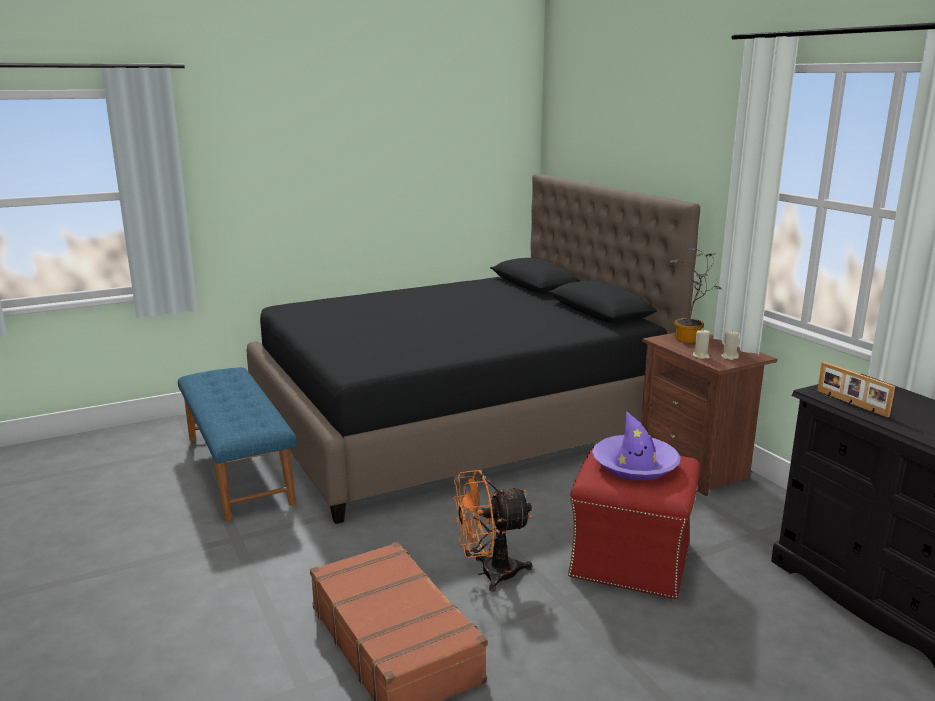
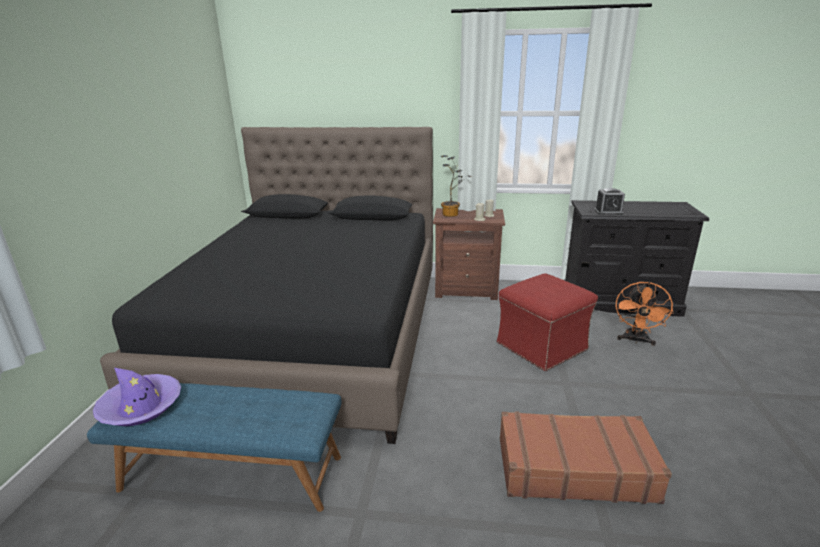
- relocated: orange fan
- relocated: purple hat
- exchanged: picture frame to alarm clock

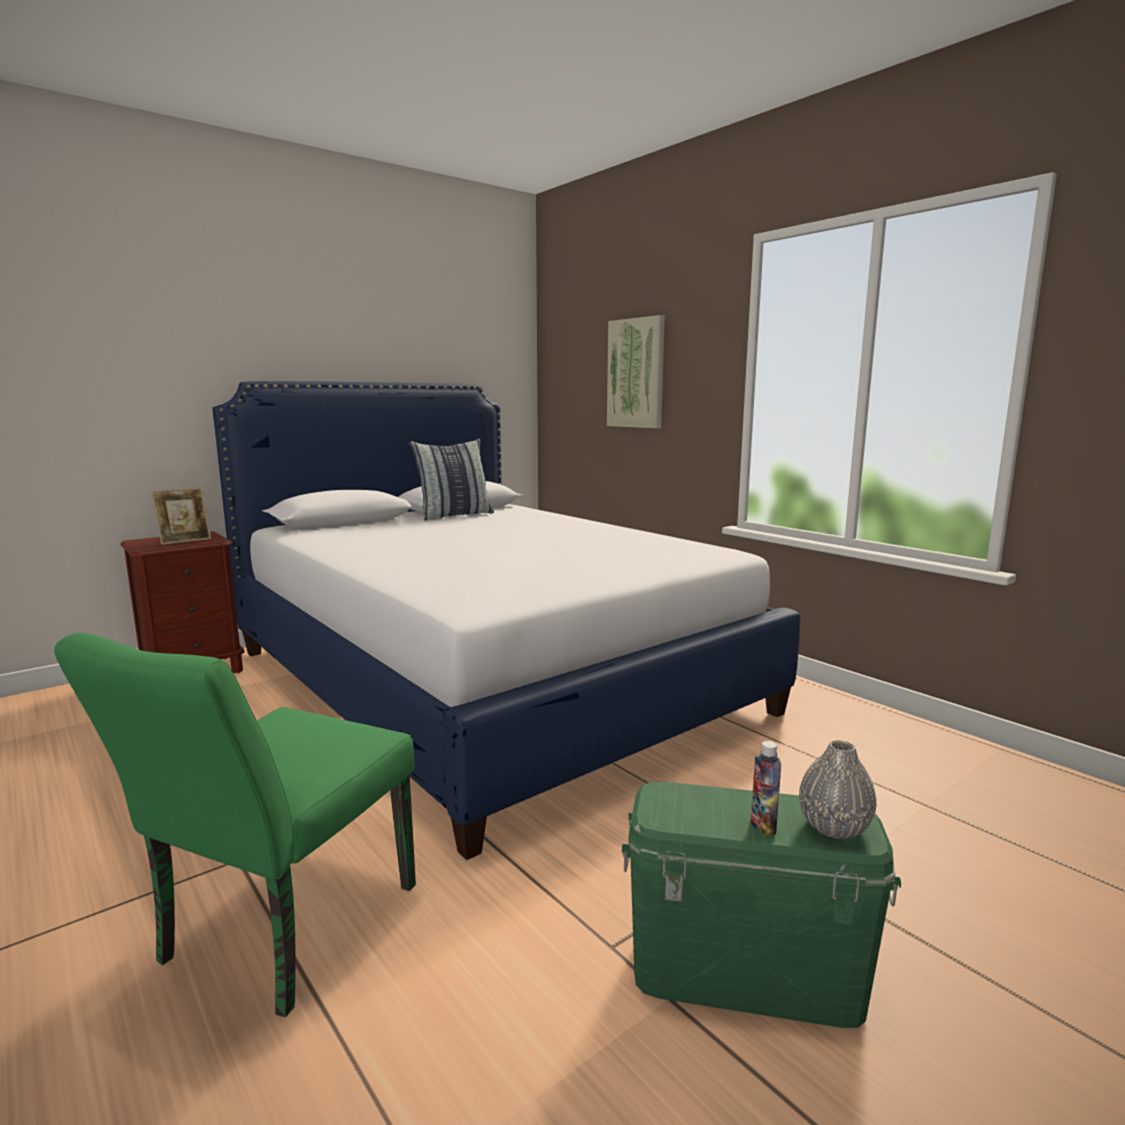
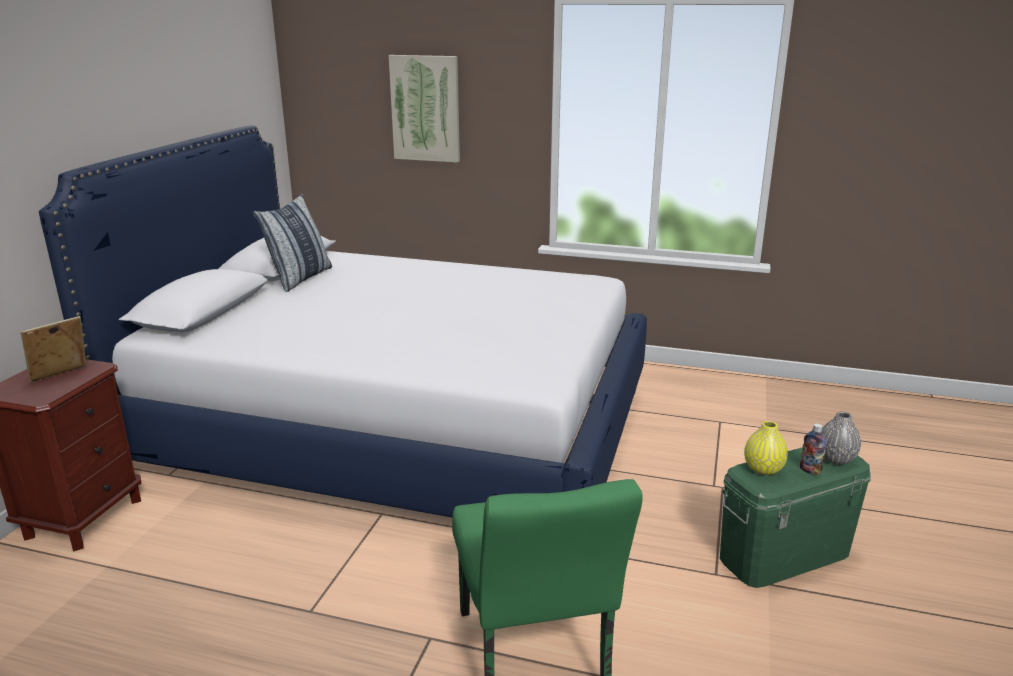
- appeared: yellow vase
- spun: picture frame 150 degrees counterclockwise

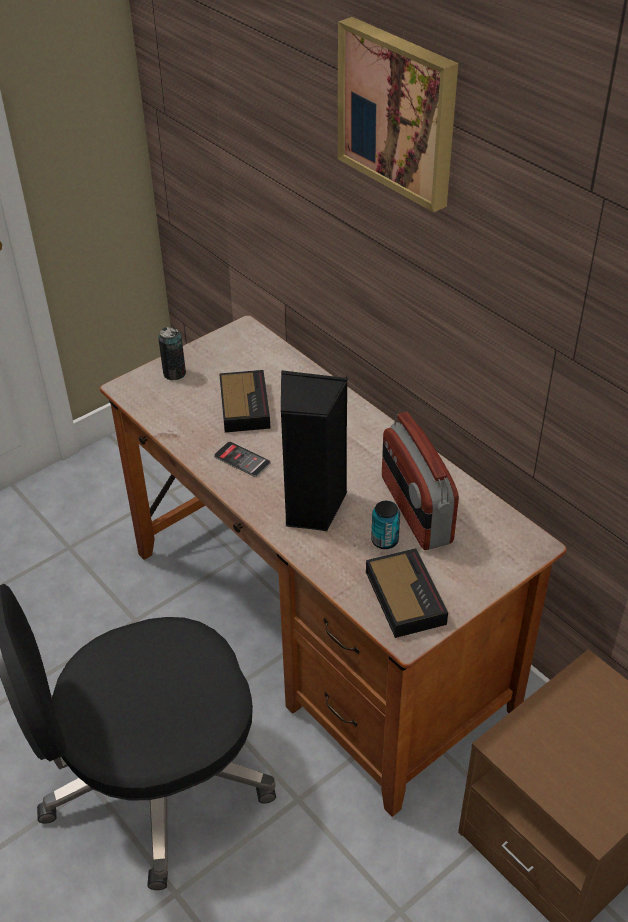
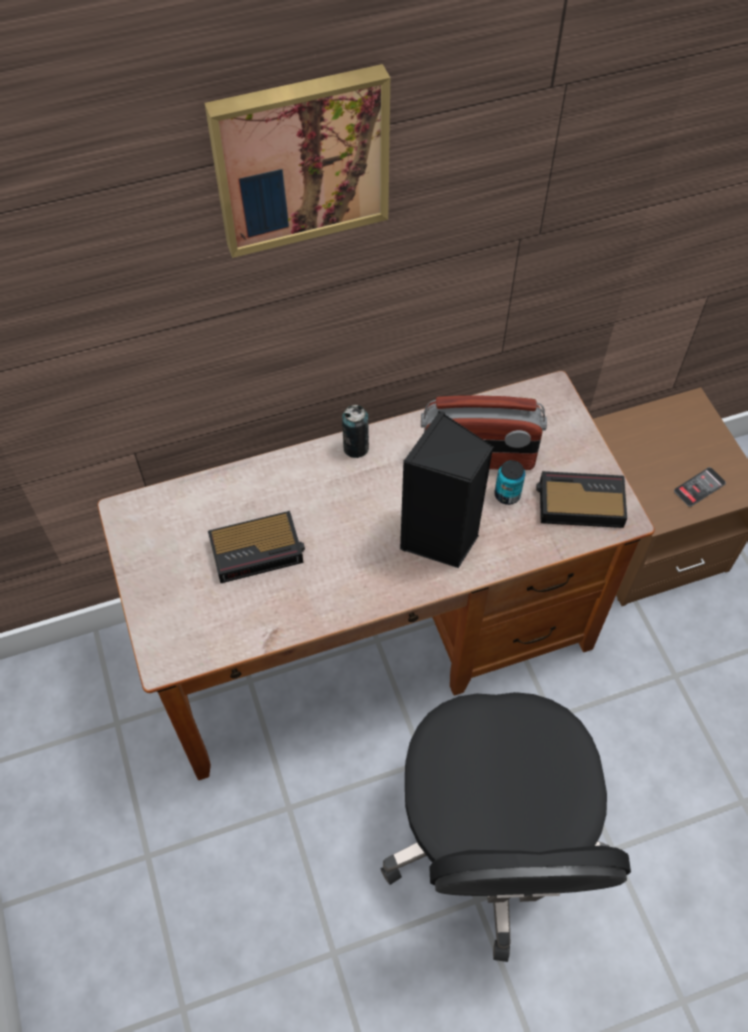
- relocated: can (no. 1 from left)
- relocated: phone
- spun: alarm clock (no. 1 from left) 150 degrees clockwise

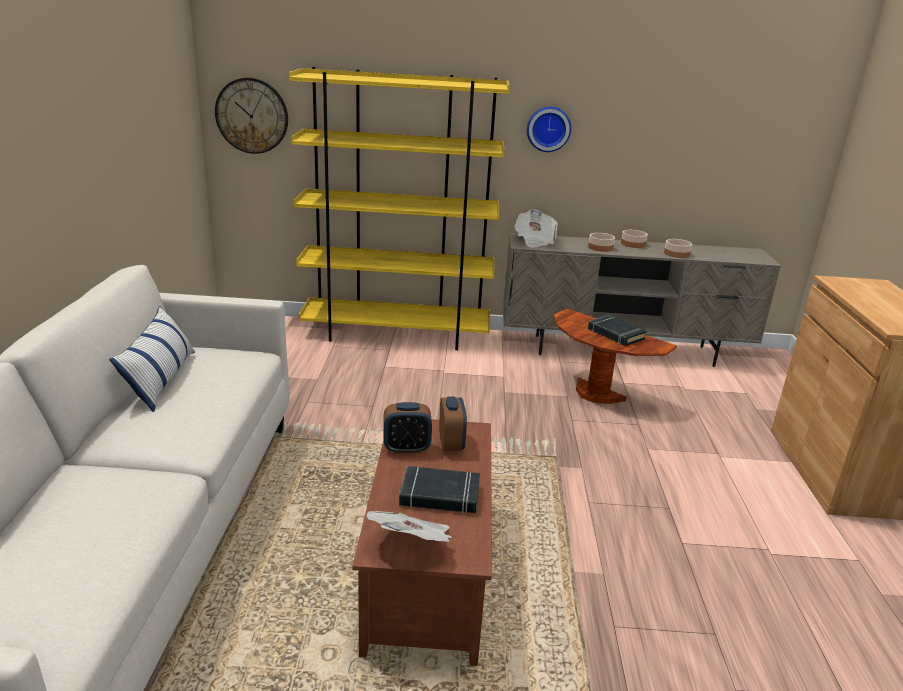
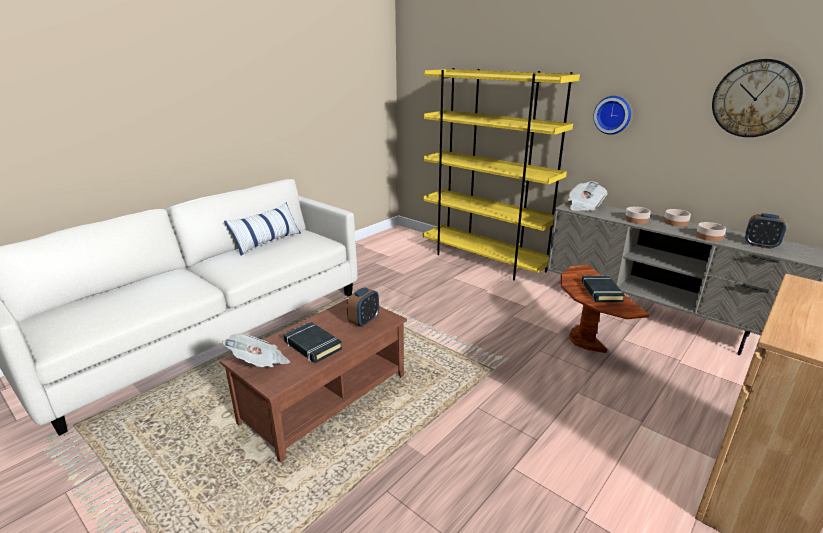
- relocated: wall clock (no. 1 from left in the first image) to wall clock (no. 2 from left)
- relocated: alarm clock (no. 1 from left in the first image) to alarm clock (no. 2 from left)

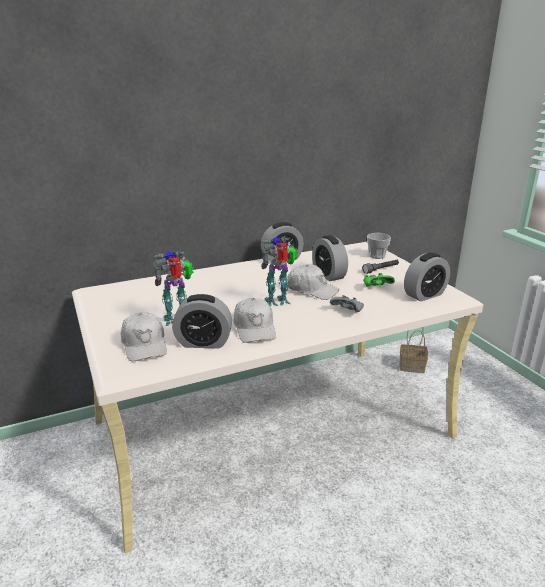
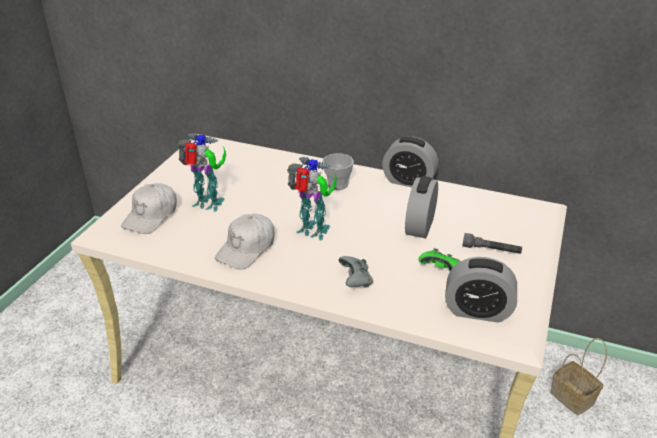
- missing: alarm clock (no. 1 from left)
- missing: white cap (no. 3 from left)
- relocated: cup

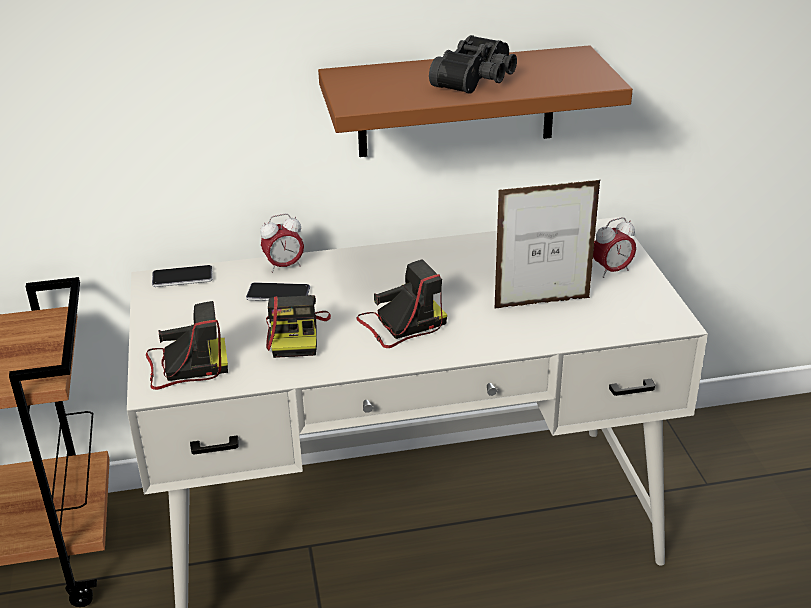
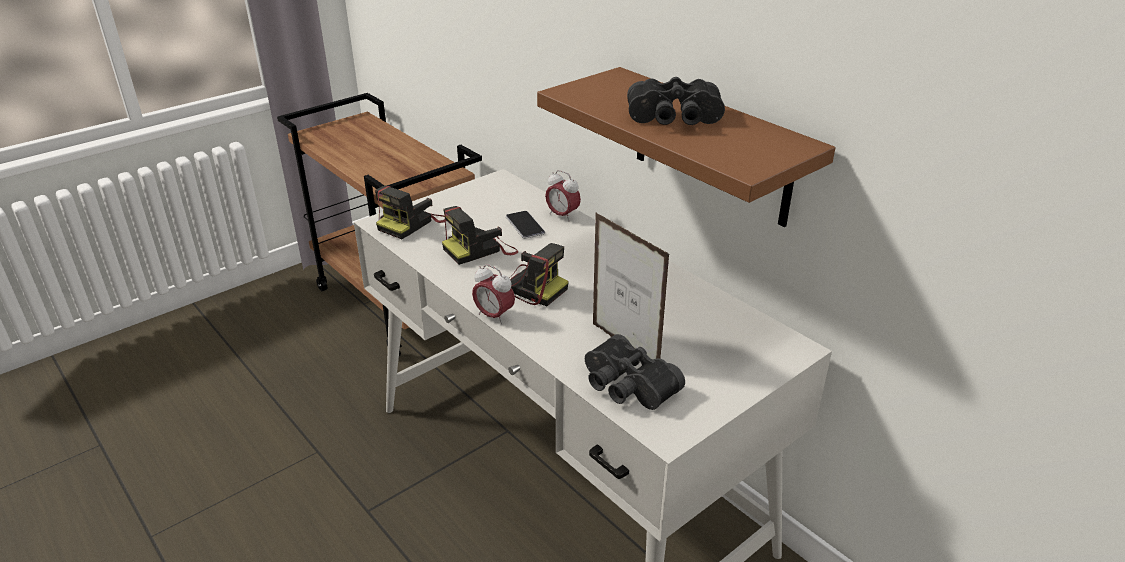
- missing: phone (no. 1 from left)
- appeared: black binoculars (no. 1 from left)
- relocated: alarm clock (no. 2 from left in the first image) to alarm clock (no. 1 from left)
- spun: photo camera (no. 1 from left) 75 degrees clockwise

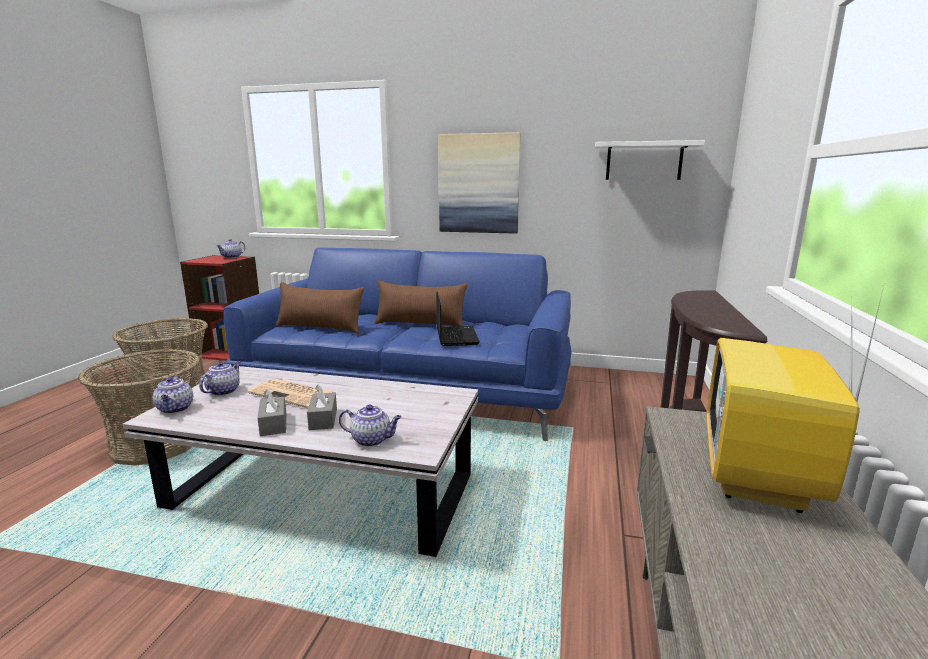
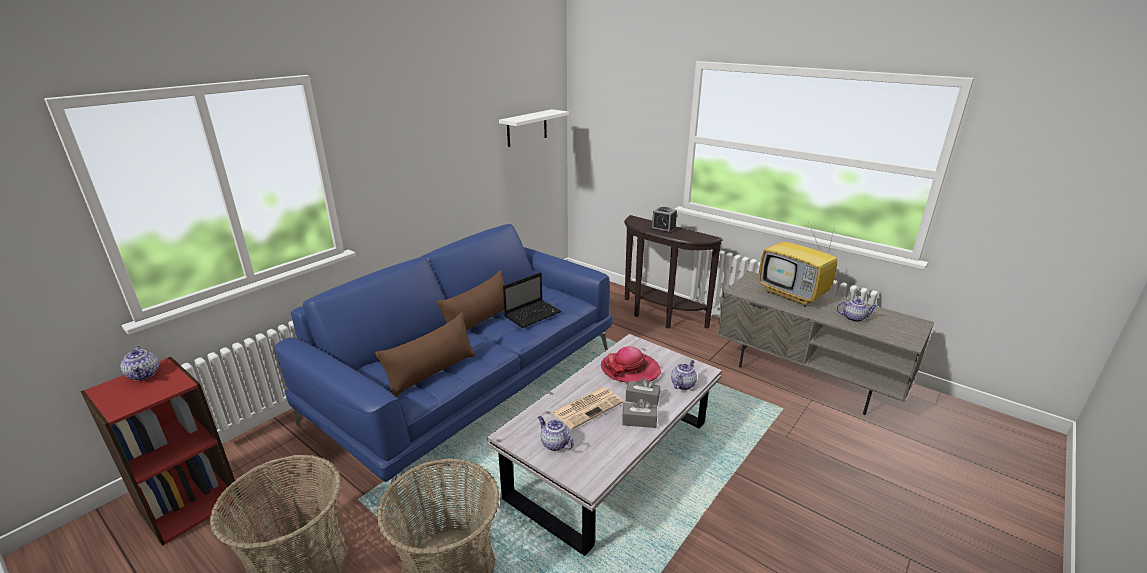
- missing: picture
- appeared: hat
- appeared: alarm clock
- relocated: teapot (no. 1 from left in the first image) to teapot (no. 4 from left)
- spun: laptop 120 degrees clockwise

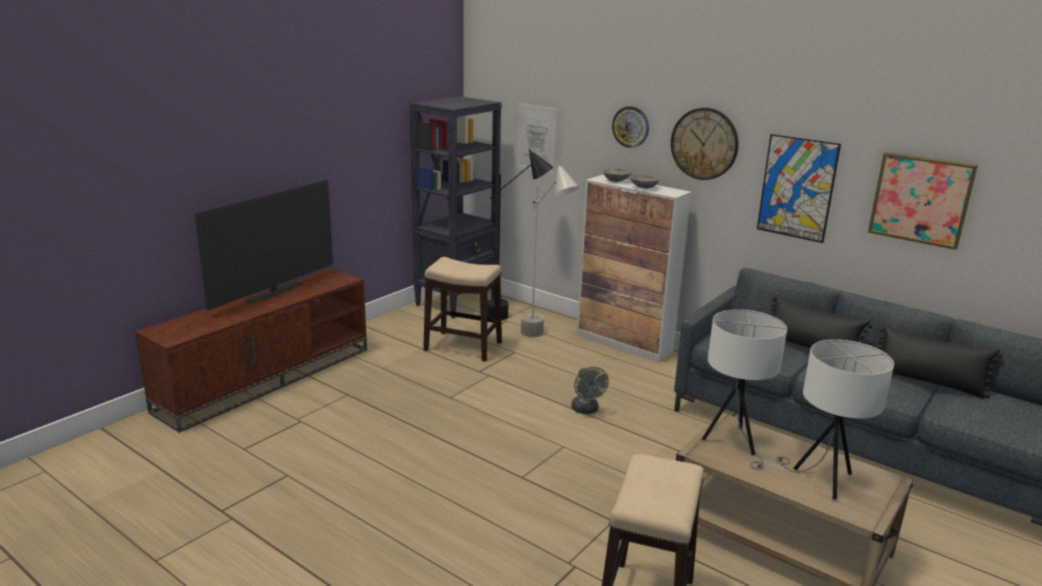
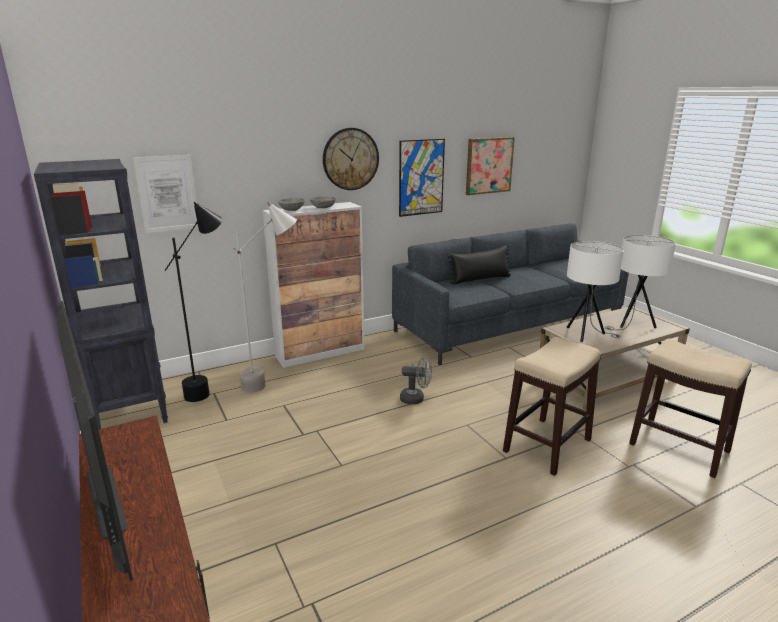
- missing: wall clock (no. 1 from left)
- missing: black pillow (no. 2 from left)
- relocated: stool (no. 1 from left)

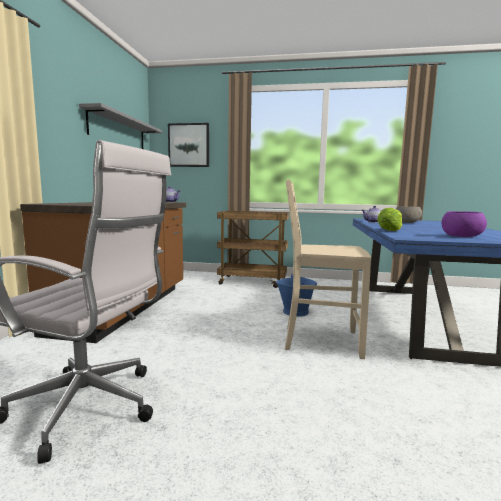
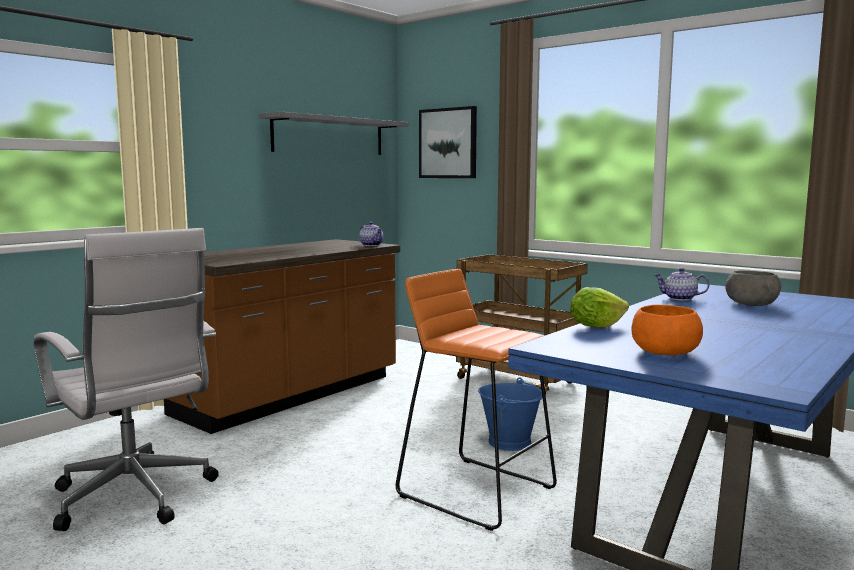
- exchanged: beige chair to orange stool
- colour: purple bowl to orange bowl

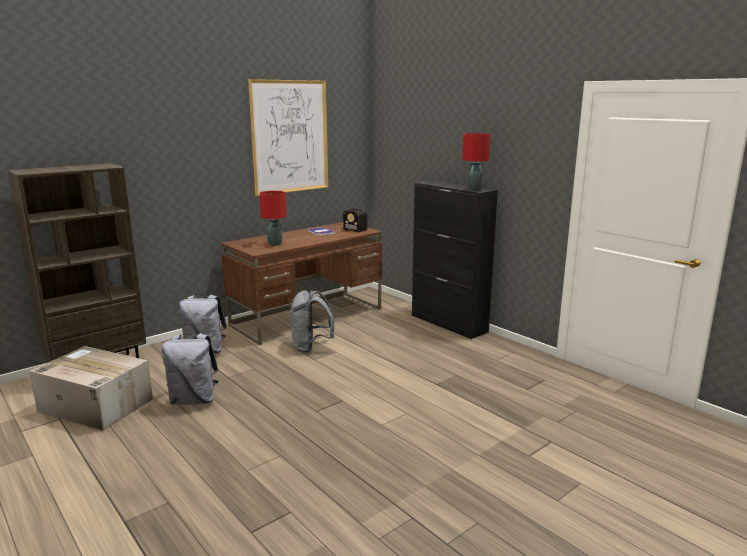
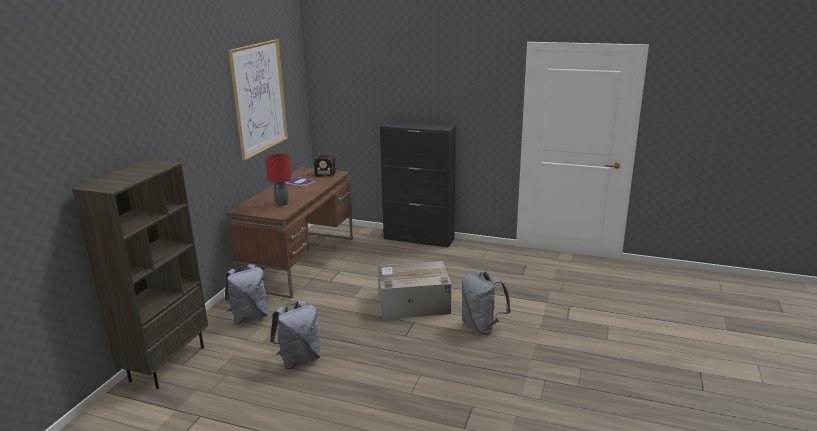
- missing: red table lamp (no. 2 from left)
- relocated: cardboard box
- relocated: grey backpack (no. 3 from left)

